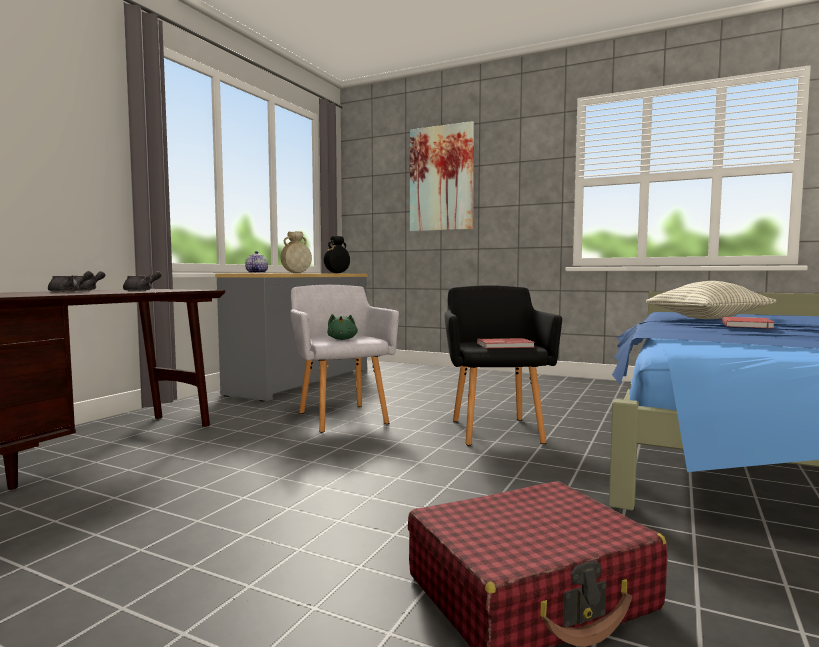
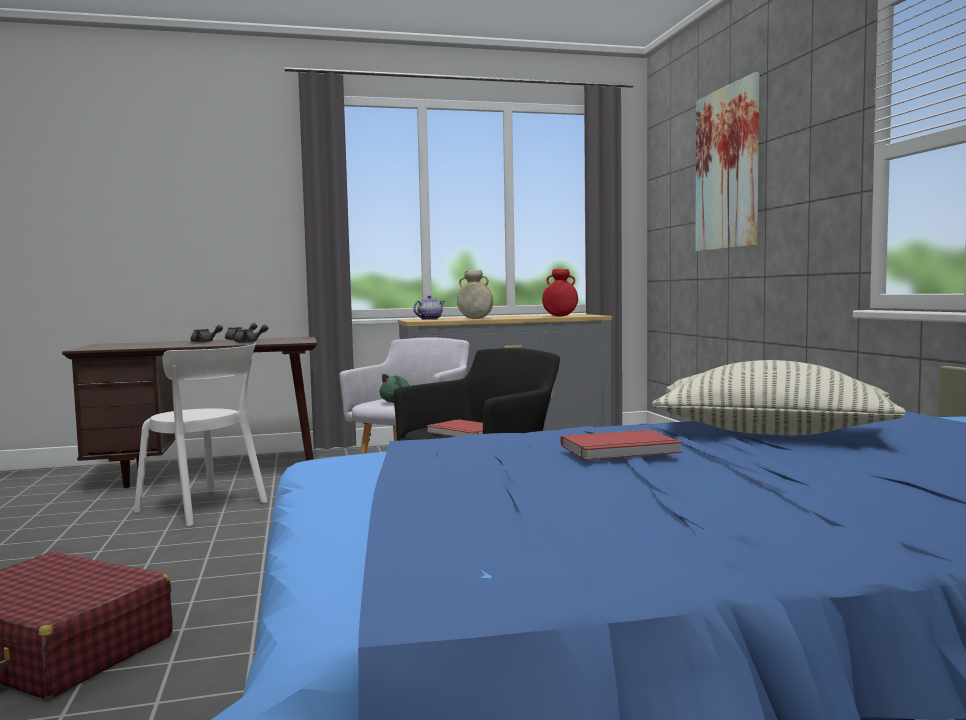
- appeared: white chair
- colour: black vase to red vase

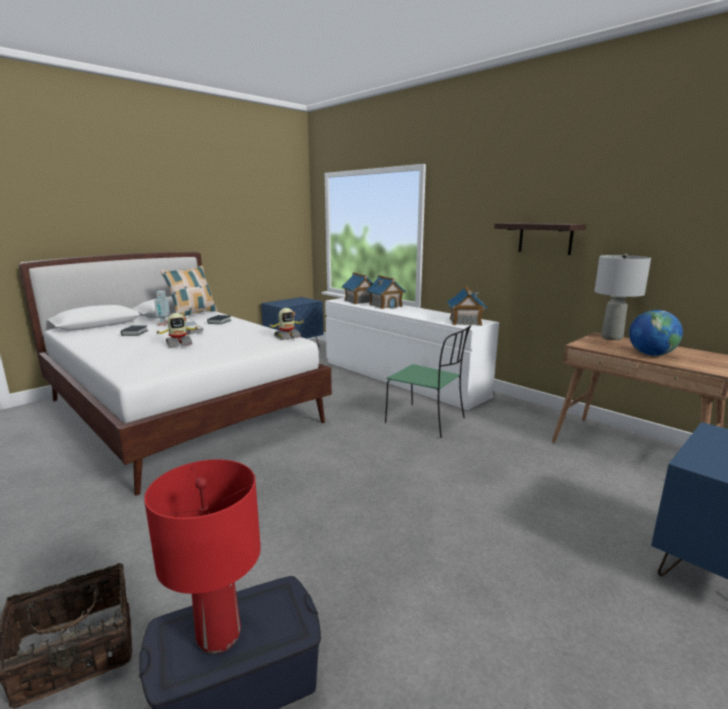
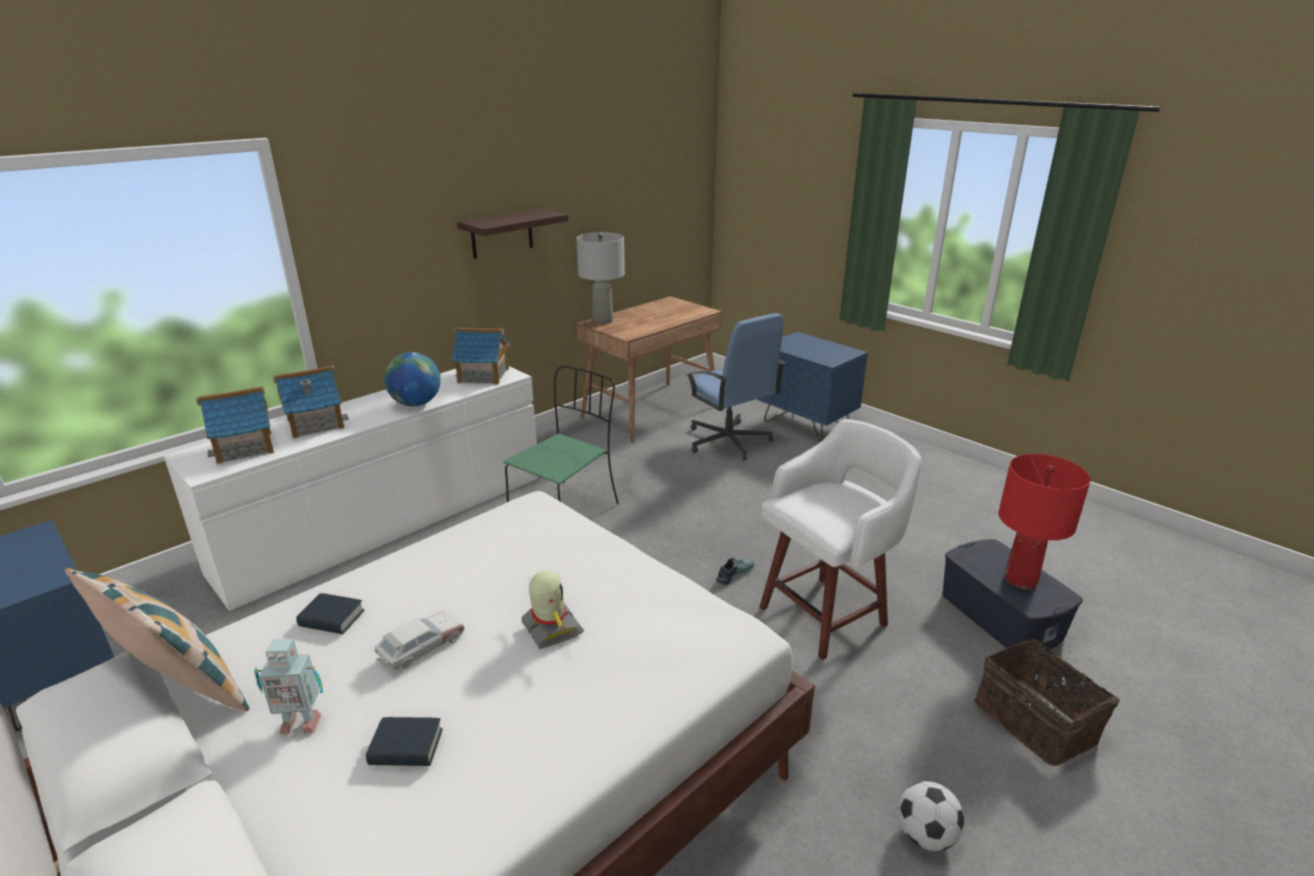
- missing: toy robot (no. 3 from left)
- appeared: blue office chair
- appeared: shoe
- appeared: white stool
- appeared: football
- relocated: globe

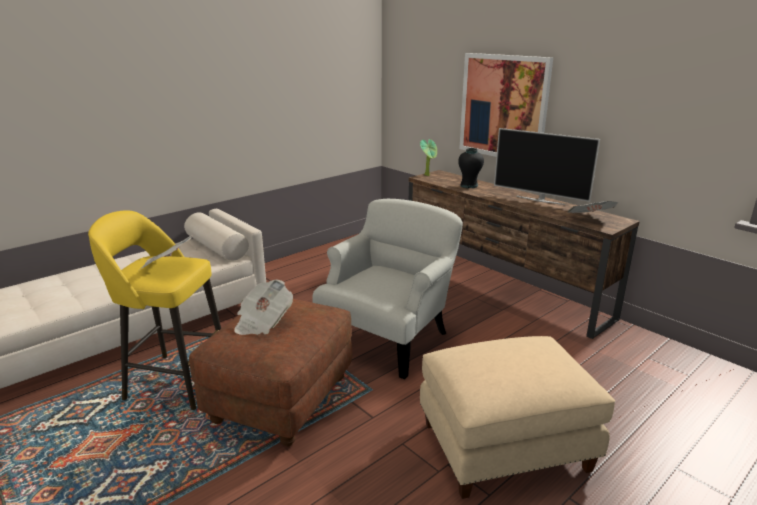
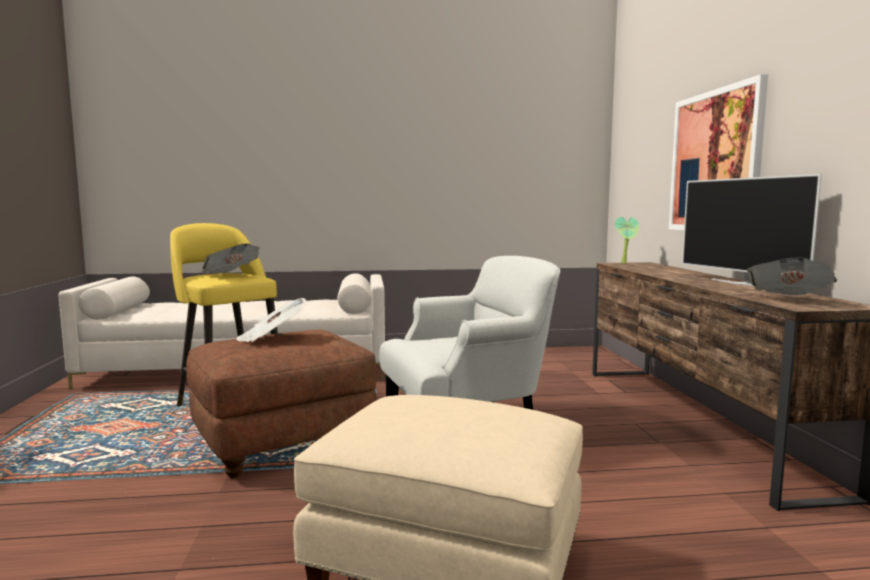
- missing: black vase

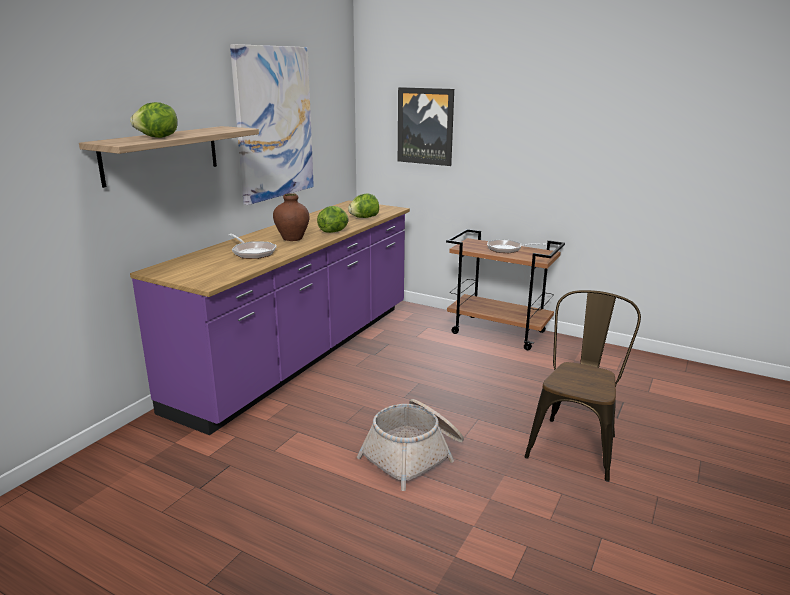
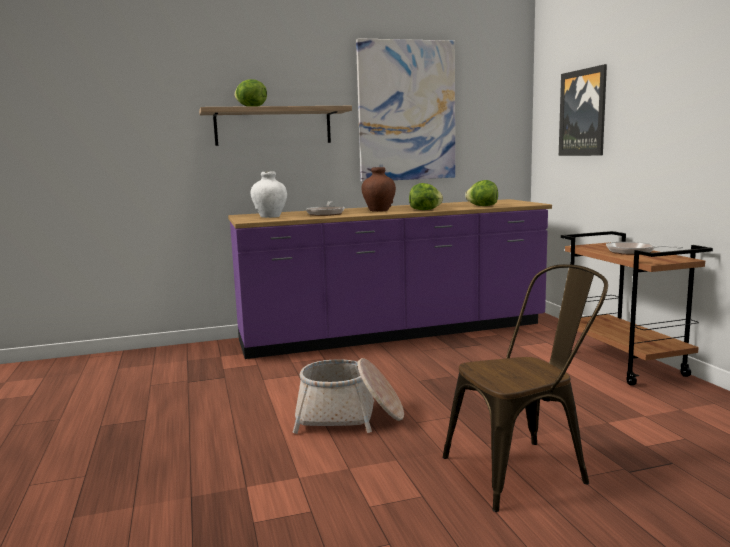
- appeared: white vase

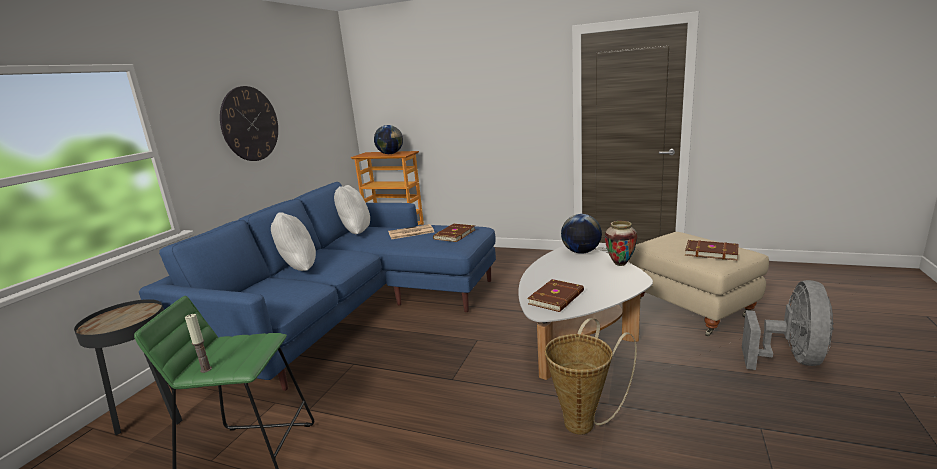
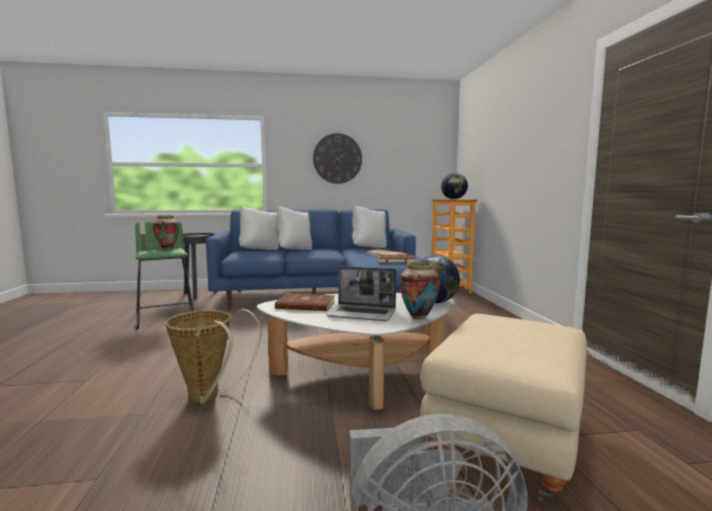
- missing: brown book (no. 3 from left)
- appeared: vase (no. 1 from left)
- appeared: white pillow (no. 1 from left)
- appeared: laptop

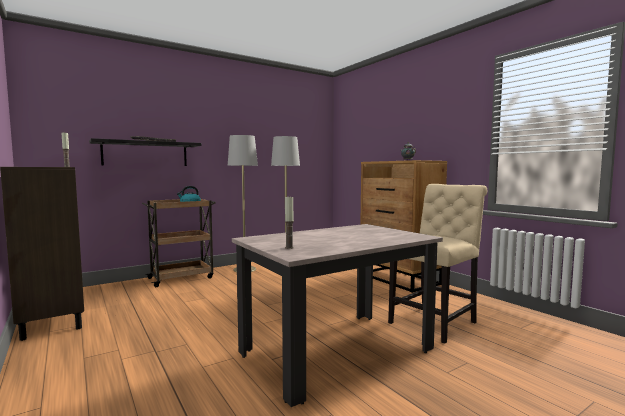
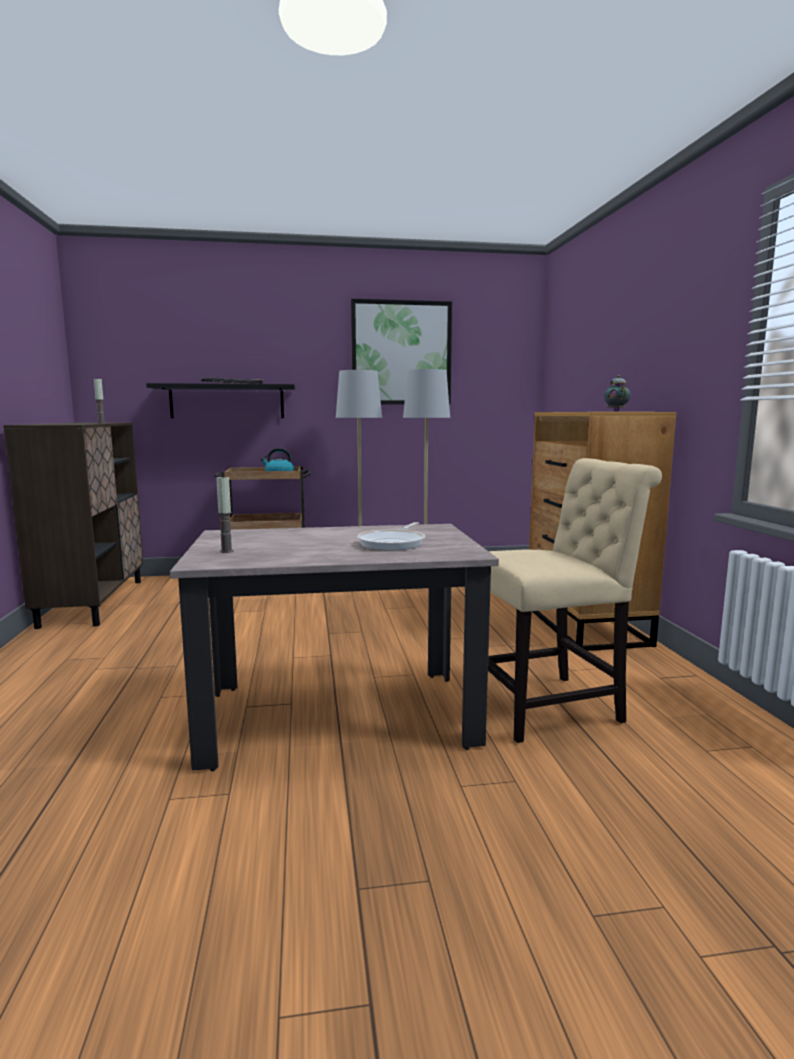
- appeared: picture
- appeared: frying pan

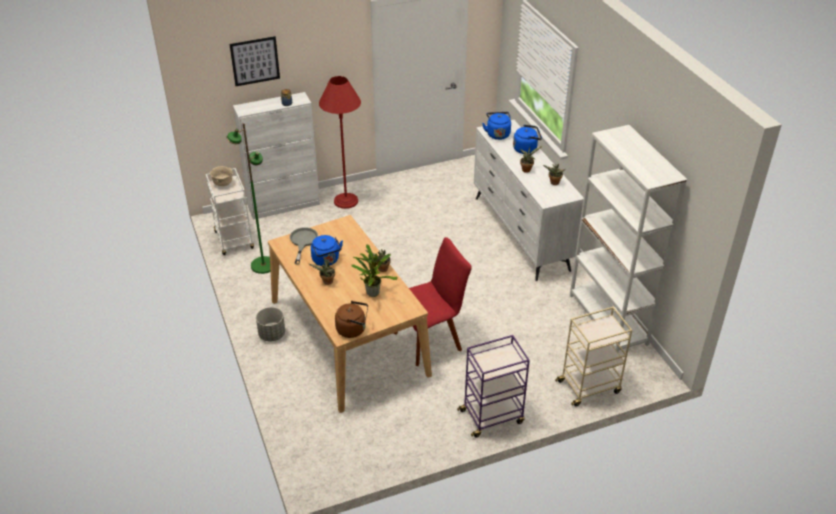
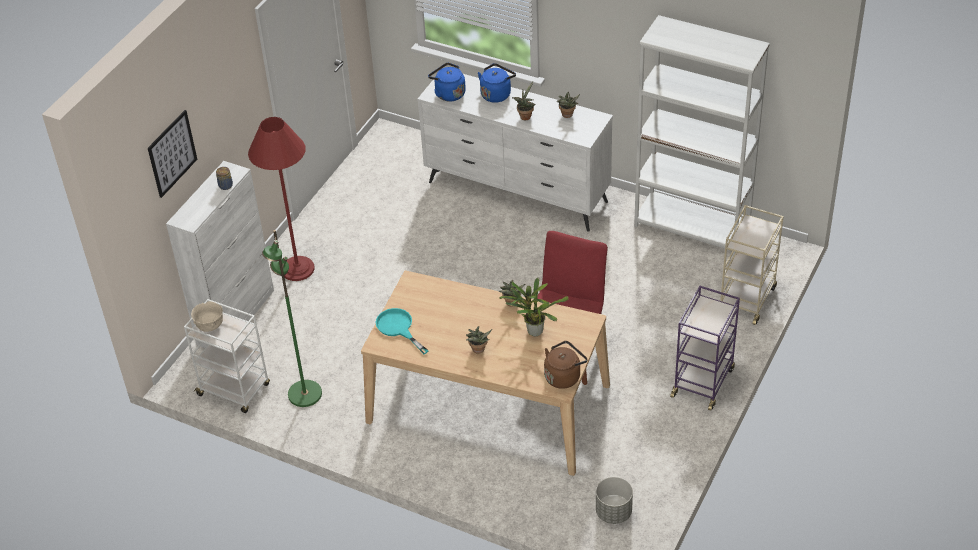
- missing: blue kettle (no. 1 from left)
- relocated: grey planter
- colour: grey frying pan to turquoise frying pan

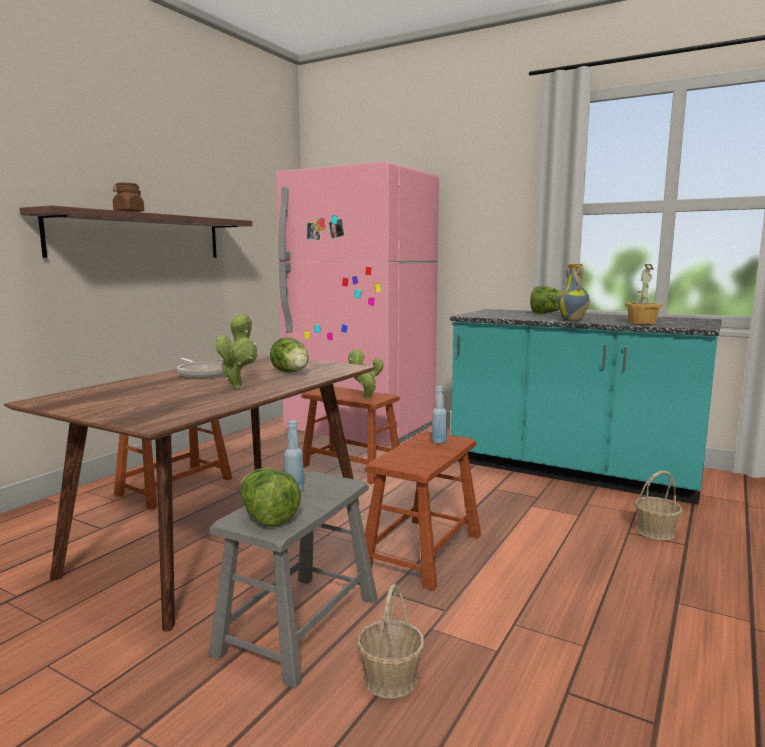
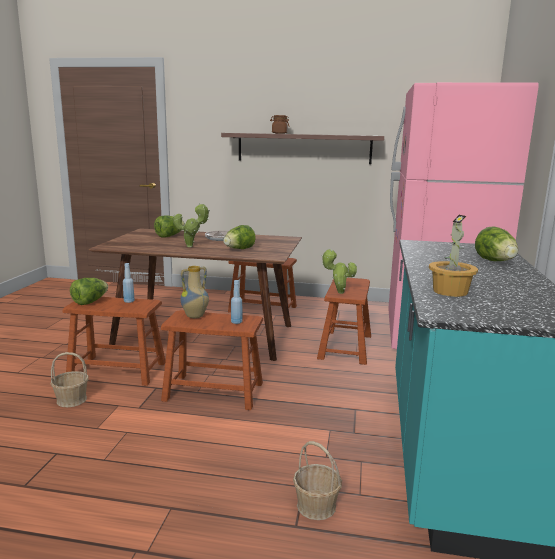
- appeared: lettuce (no. 2 from left)
- relocated: vase
- colour: grey stool to brown stool (no. 1 from left)

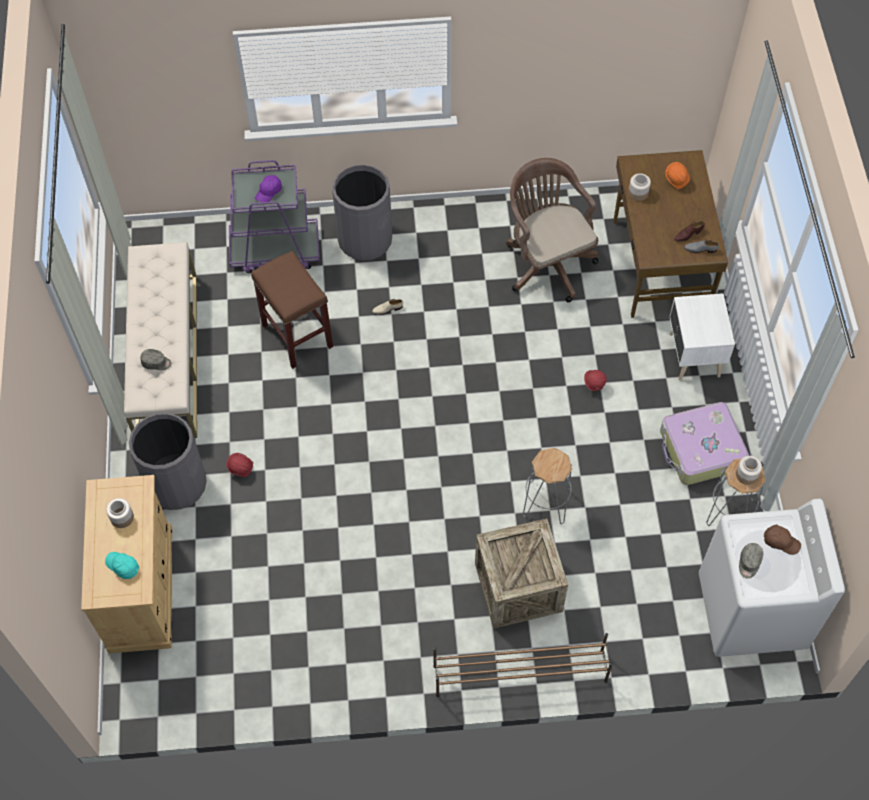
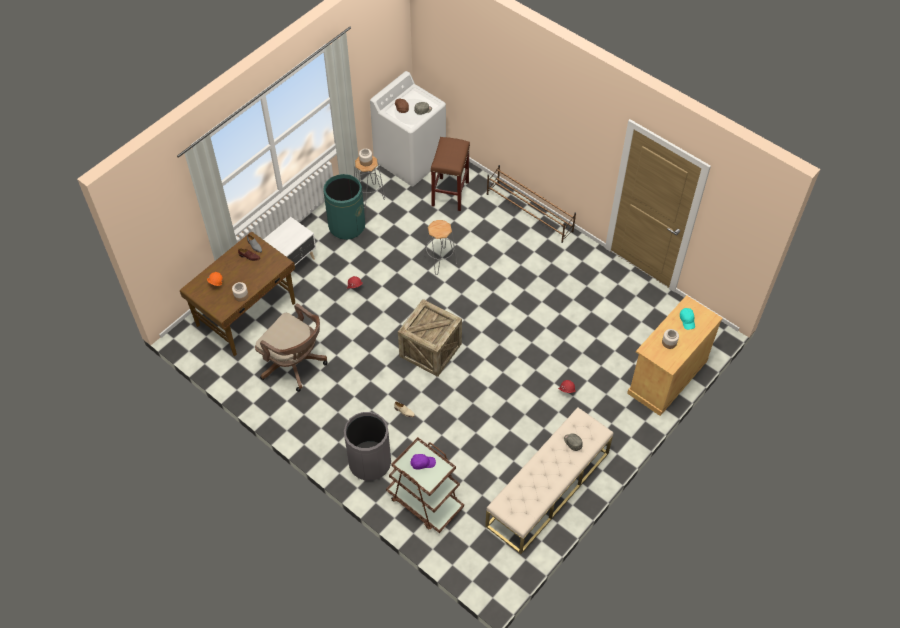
- missing: grey trash can (no. 1 from left)
- relocated: brown stool
- relocated: crate
- exchanged: suitcase to green trash can
- colour: purple cart to brown cart
- spun: brown office chair 75 degrees counterclockwise

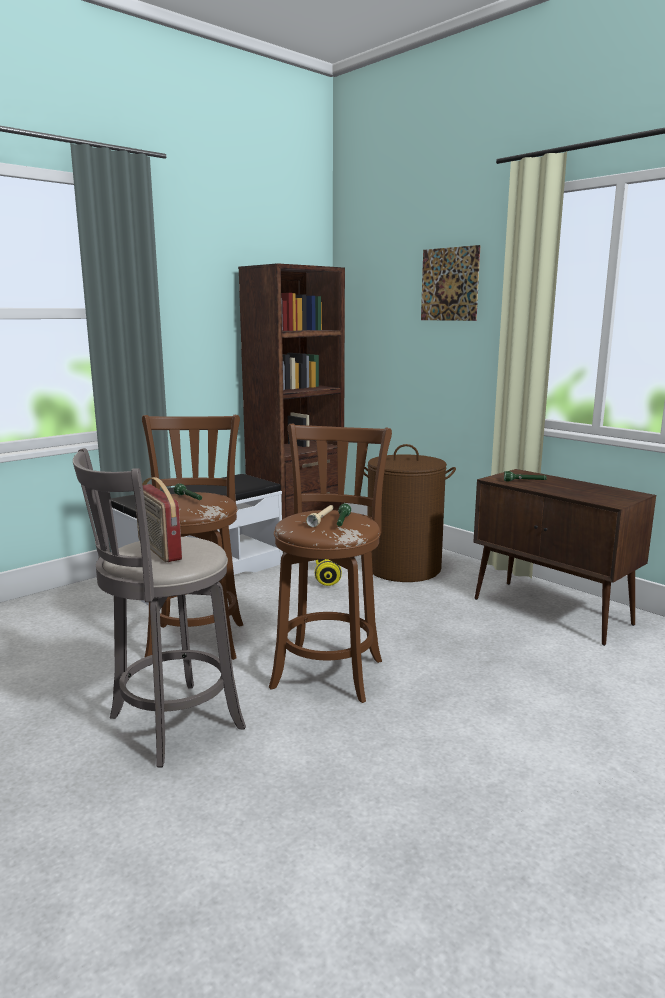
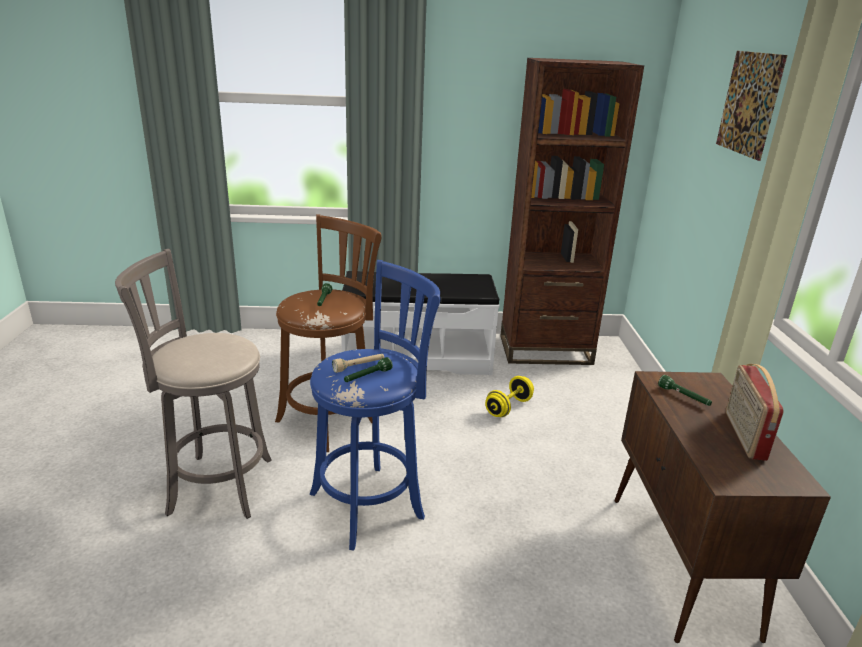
- missing: brown laundry basket
- relocated: radio
- colour: brown stool (no. 2 from left) to blue stool

